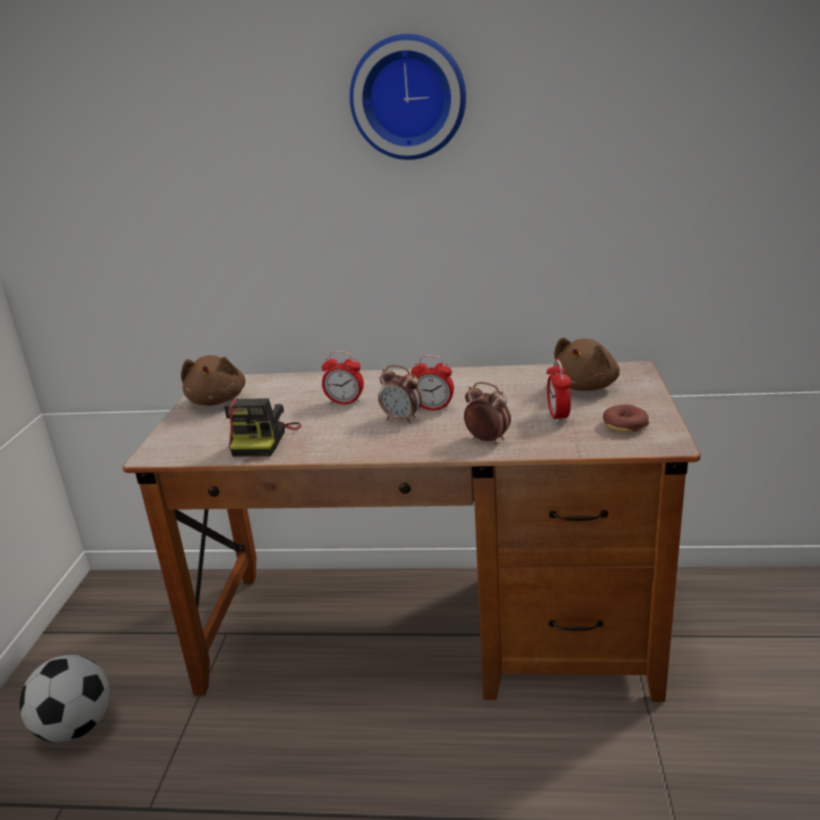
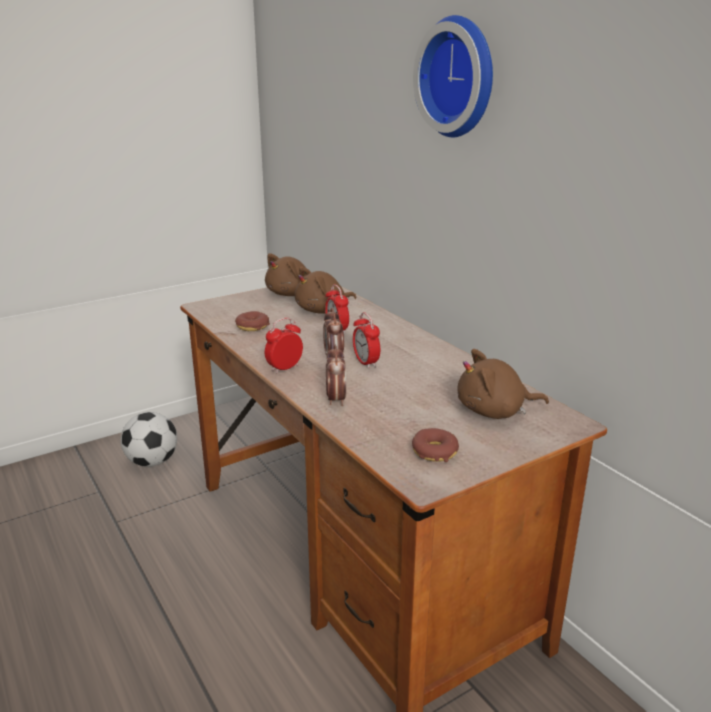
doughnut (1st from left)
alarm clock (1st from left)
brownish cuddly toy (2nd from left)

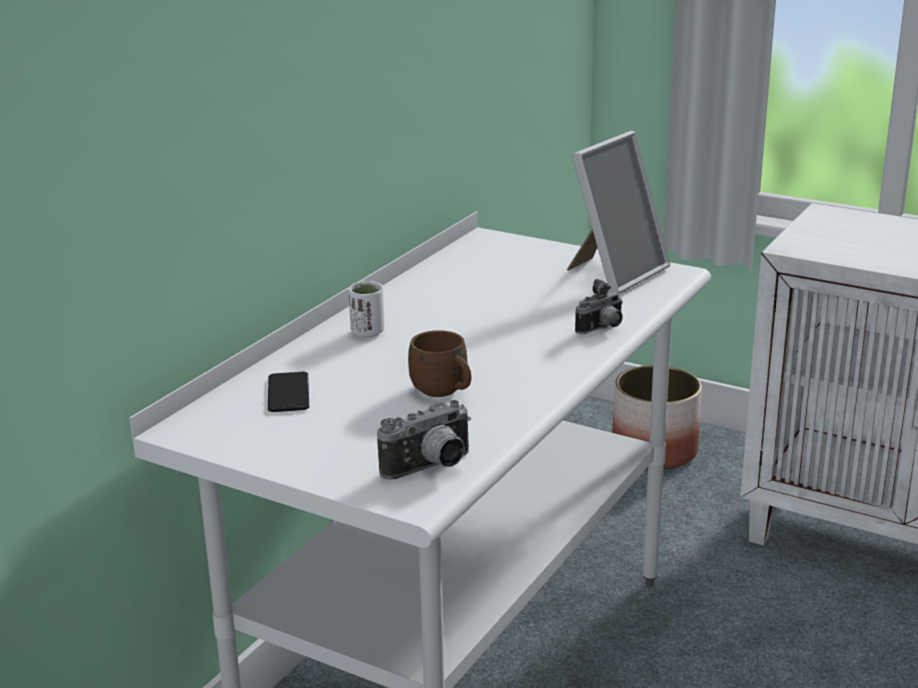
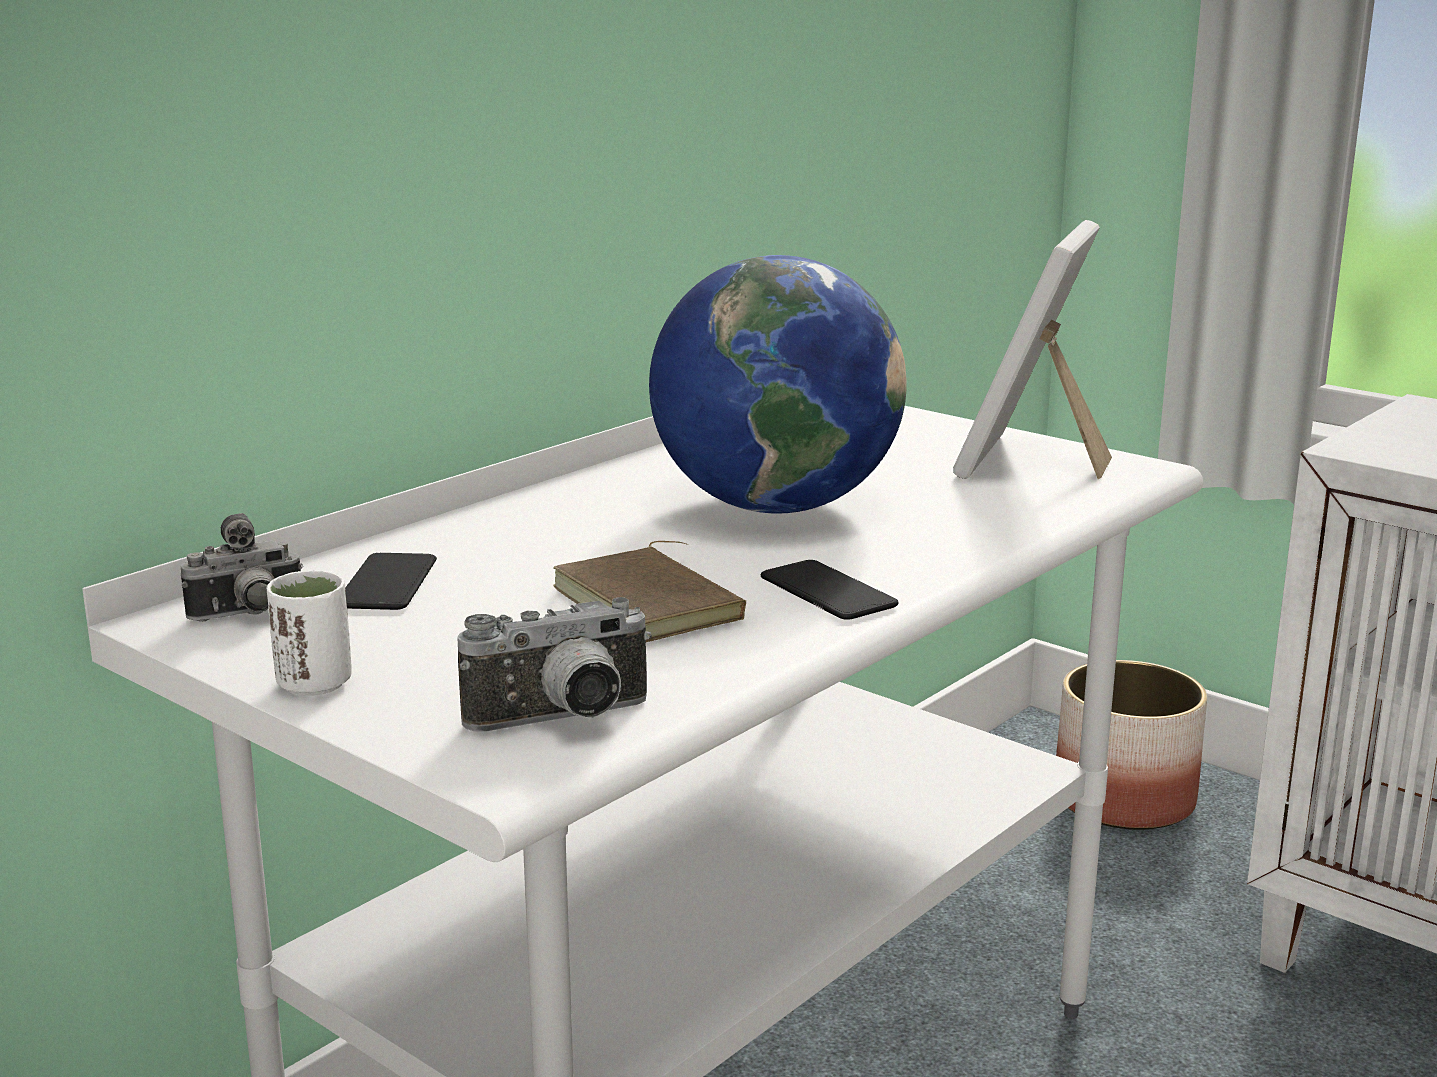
still camera (1st from left)
whitish drinking cup
brownish bound book
desk globe
telephone (2nd from left)
standing frame

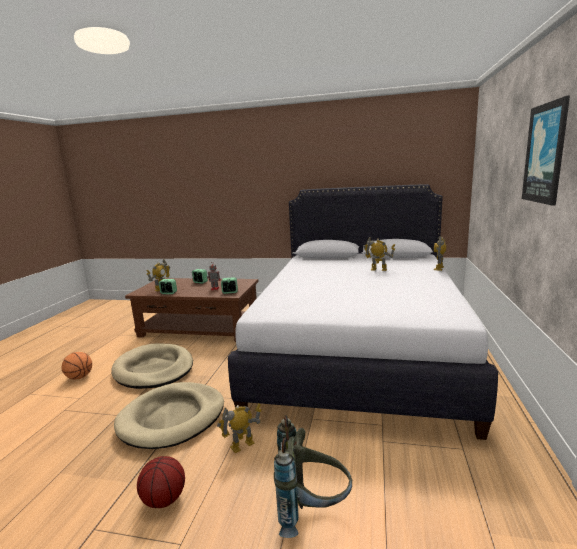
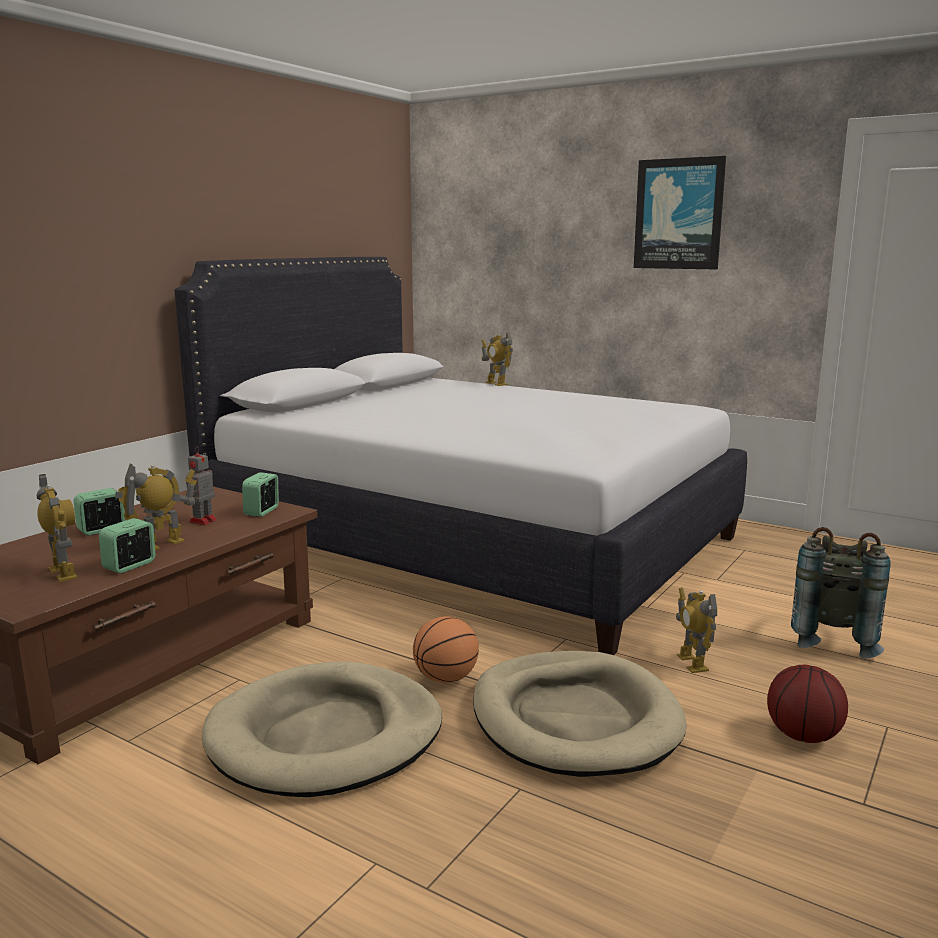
toy robot (2nd from left)
basketball (1st from left)

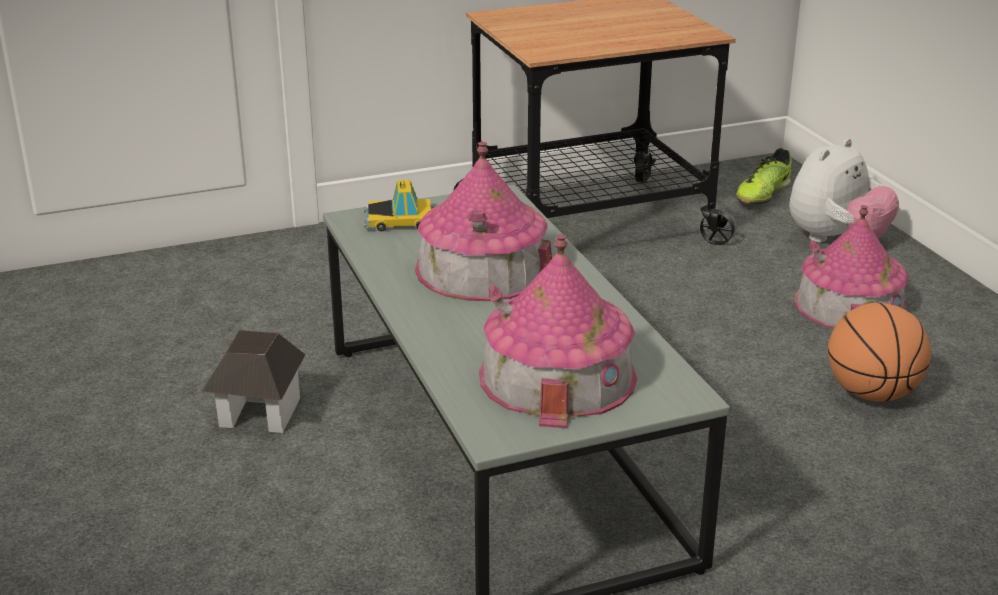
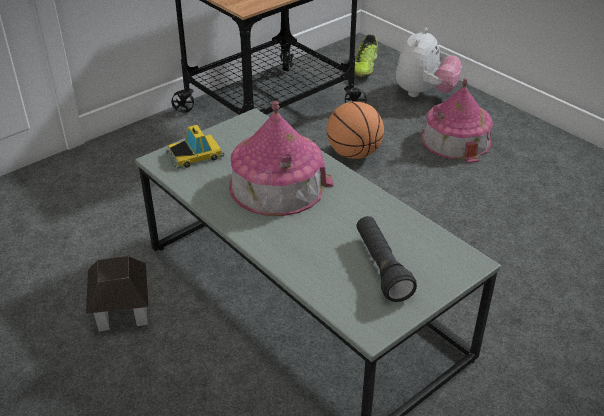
basketball
blackish hand torch

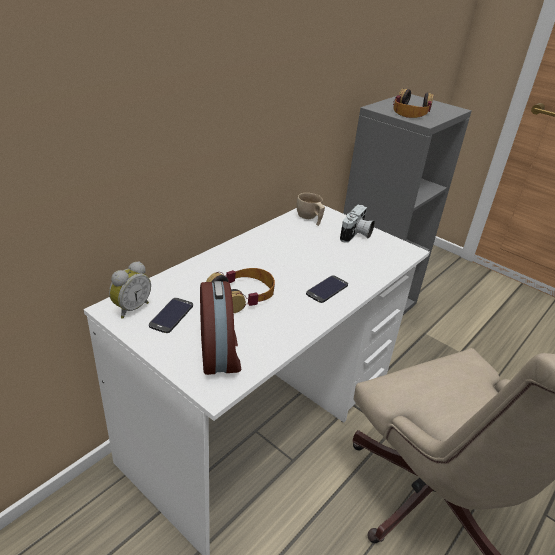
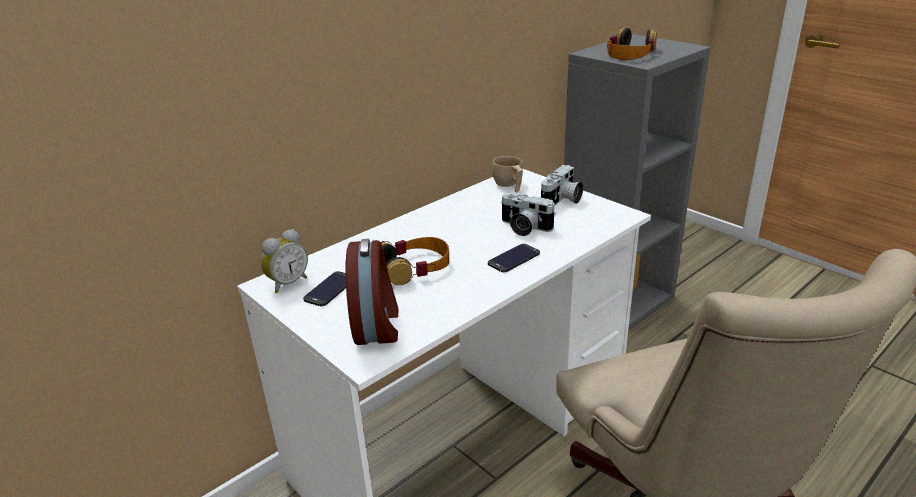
still camera (1st from left)

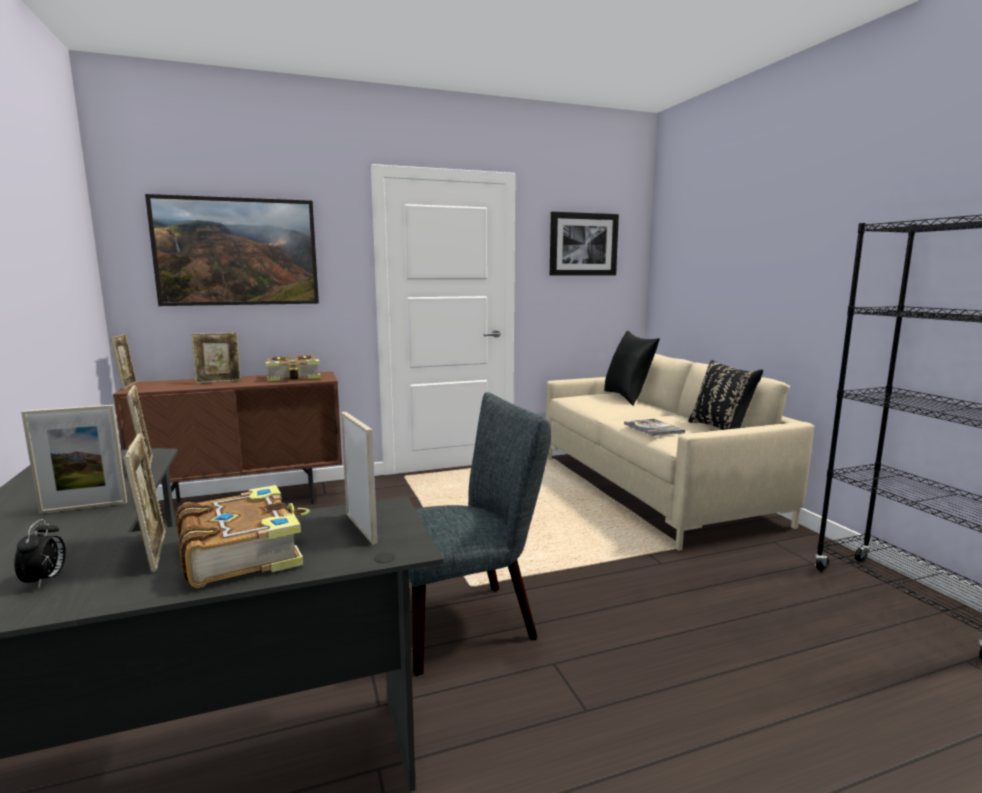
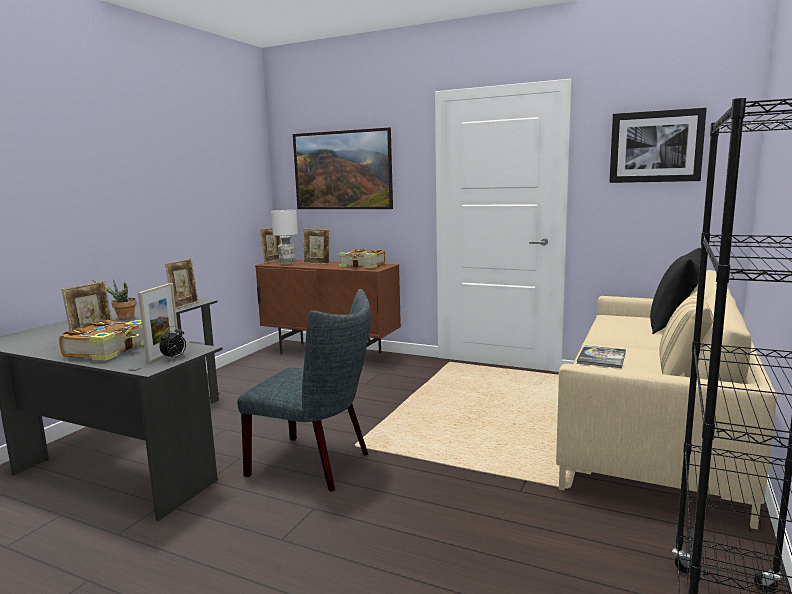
plant in a pot
alarm clock
whitish table lamp
beige-coloured cushion

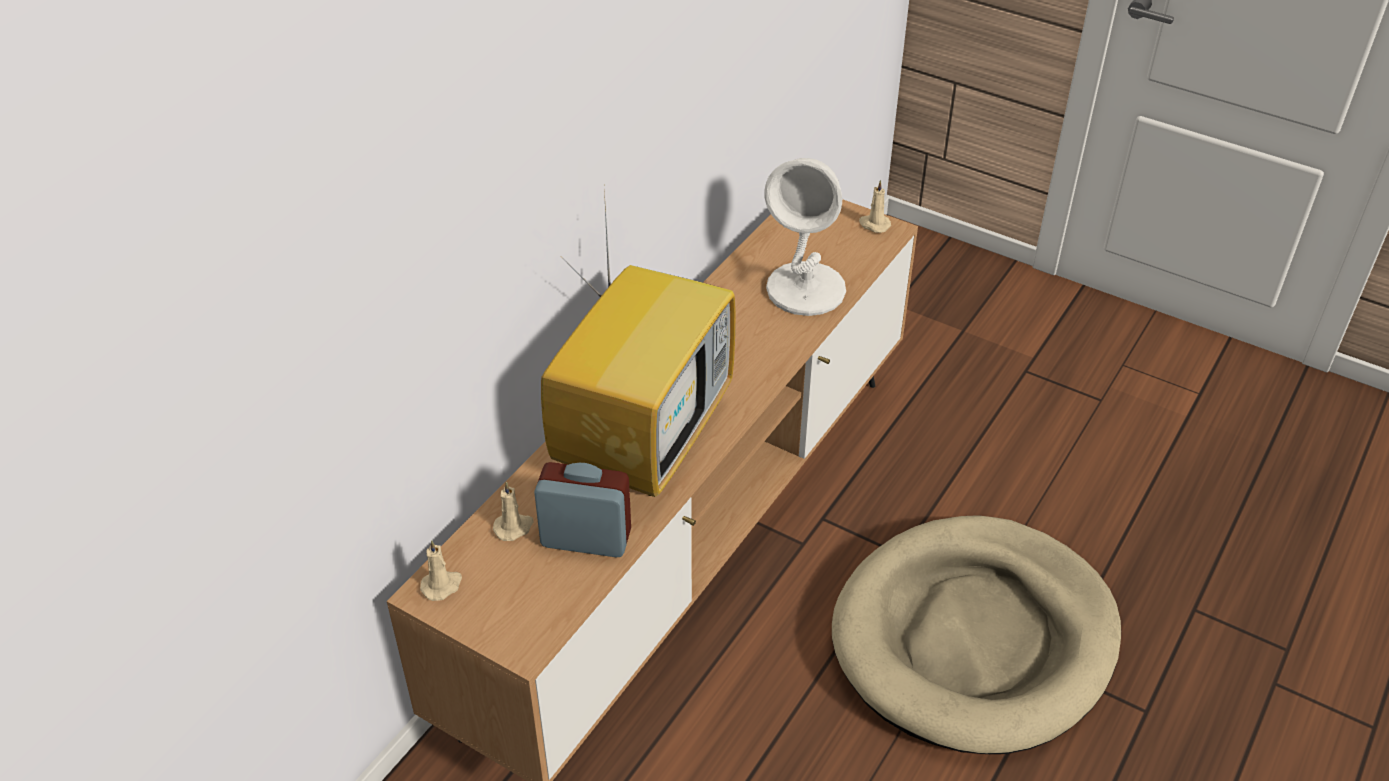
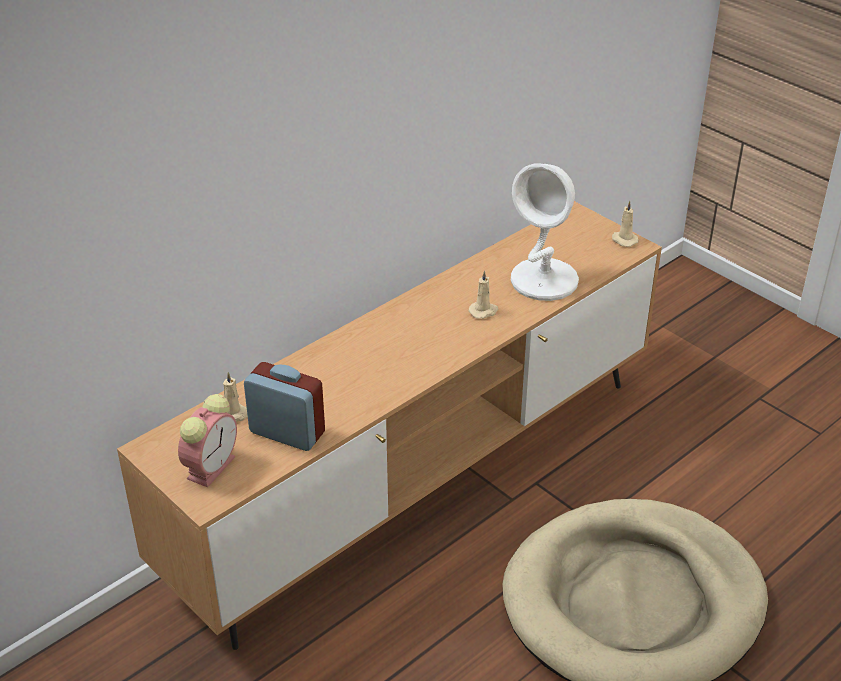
alarm clock (1st from left)
beige-coloured candle (2nd from left)
TV set

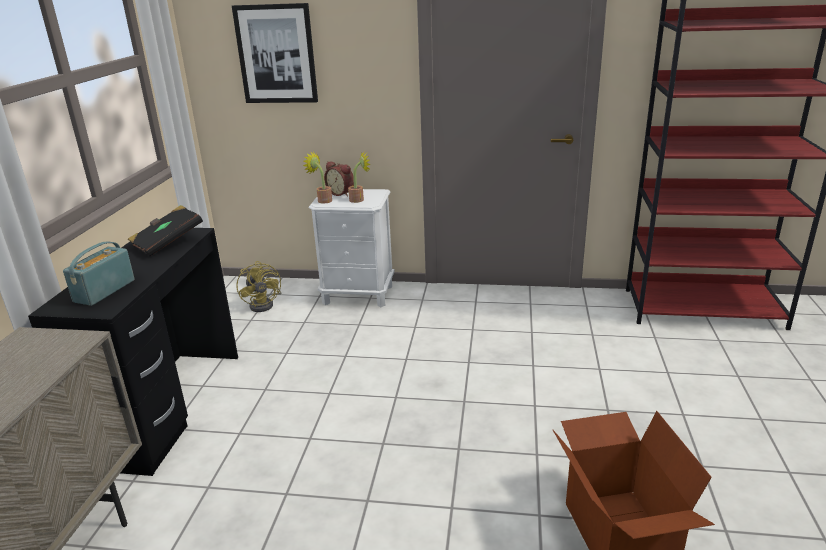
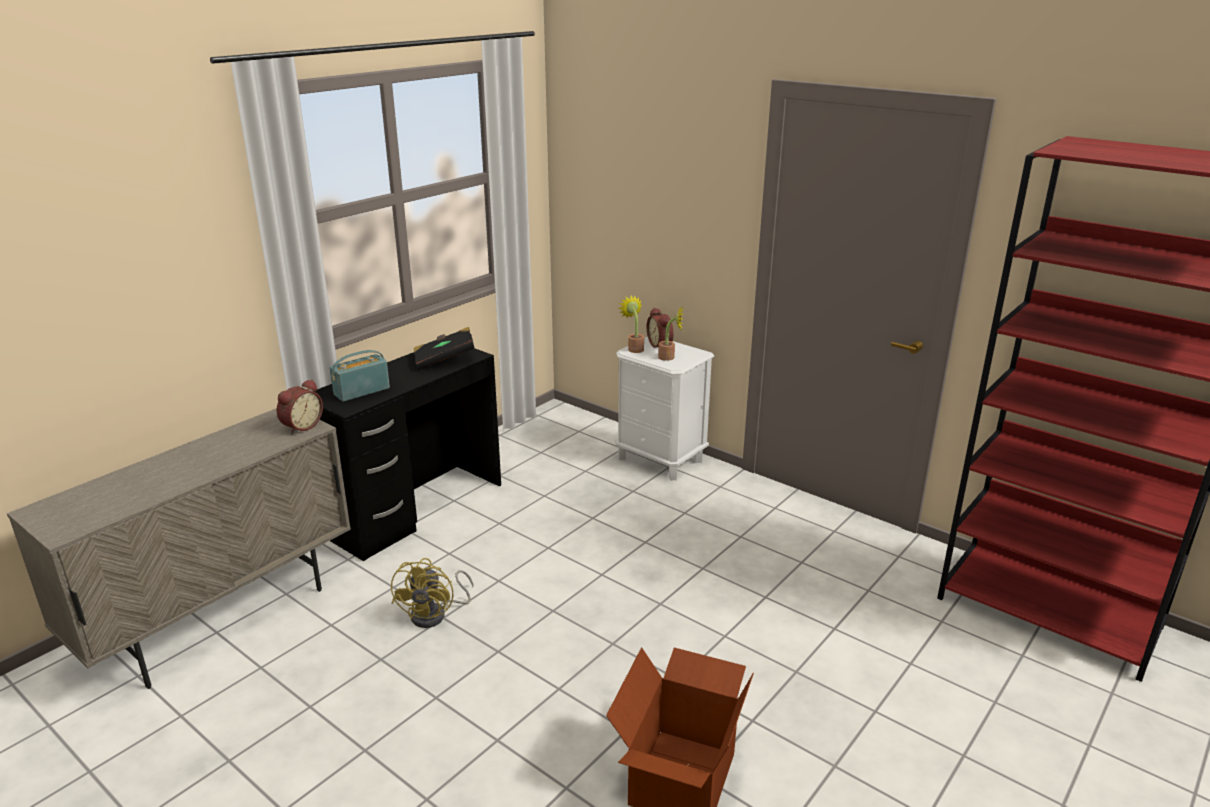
alarm clock (1st from left)
yellow-coloured electric fan
wall picture

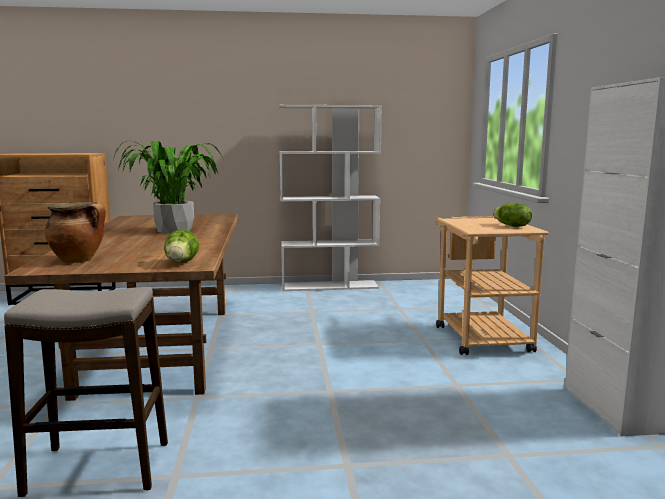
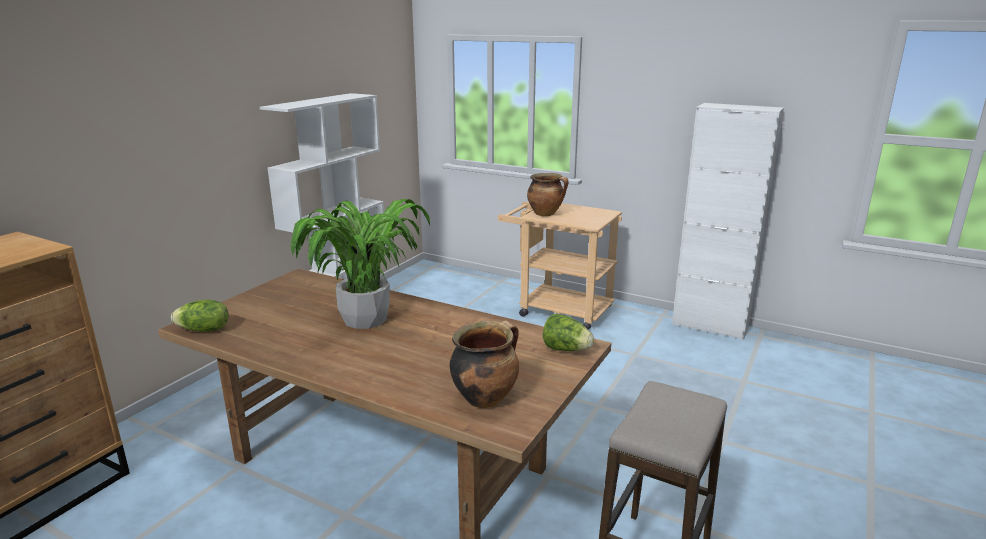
lettuce head (1st from left)
cooking pot (2nd from left)

